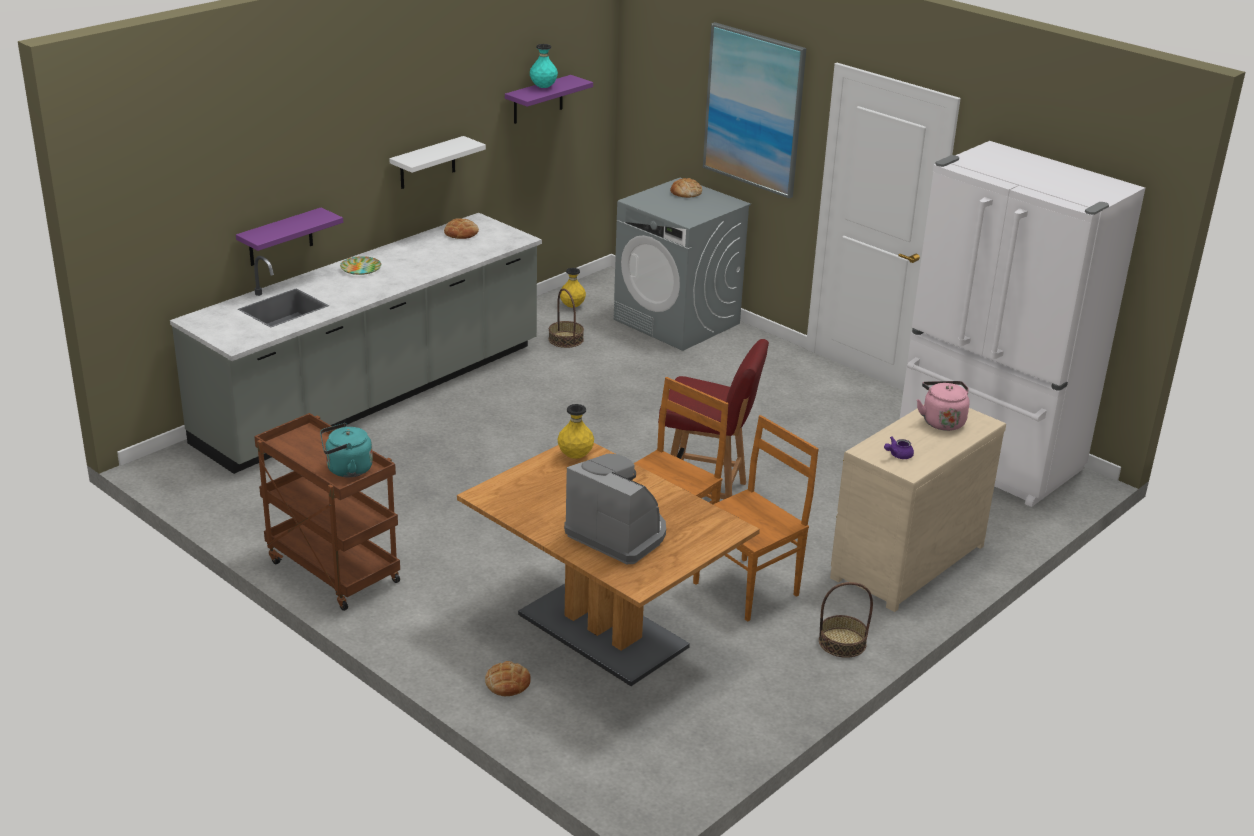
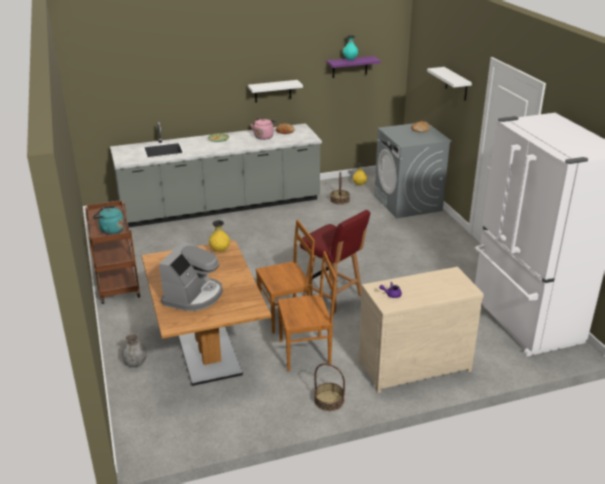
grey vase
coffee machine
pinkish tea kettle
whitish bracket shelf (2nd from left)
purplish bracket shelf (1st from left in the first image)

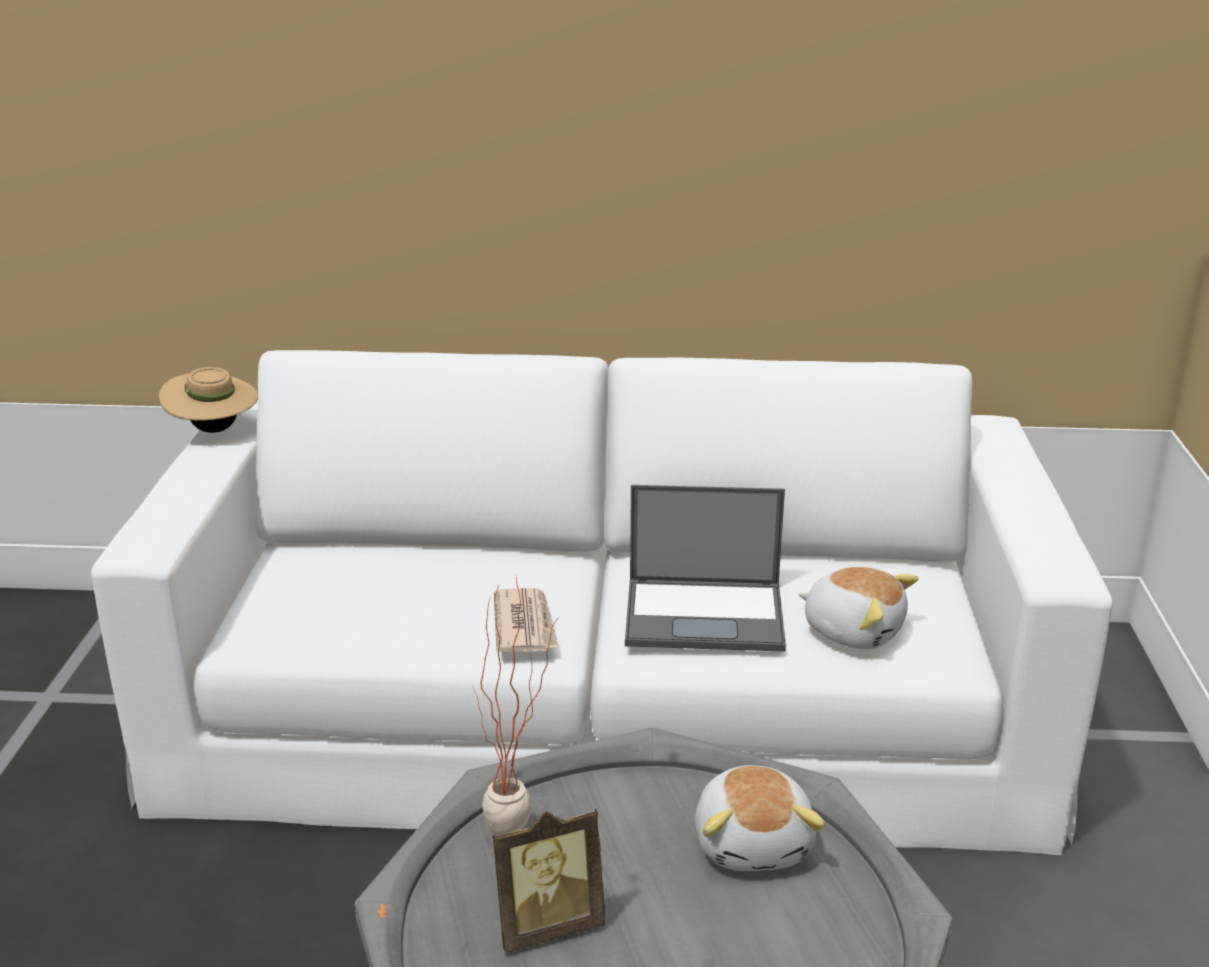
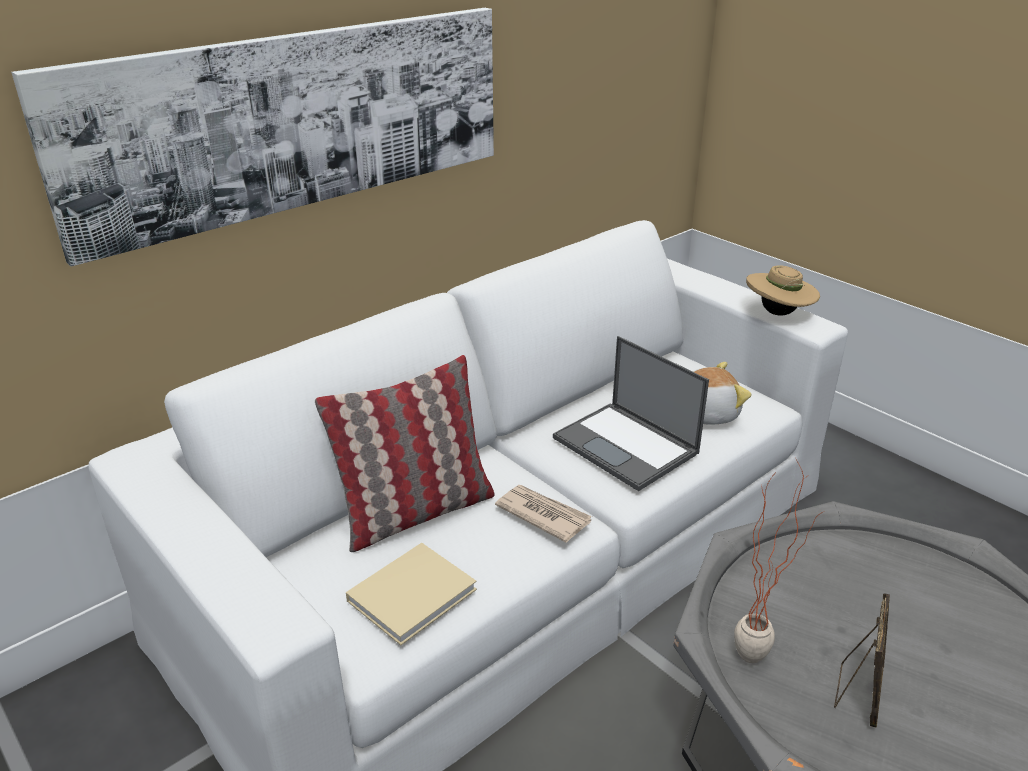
wall picture
cushion
beige-coloured bound book
notebook computer
beige-coloured wearable hat
cuddly toy (1st from left in the first image)

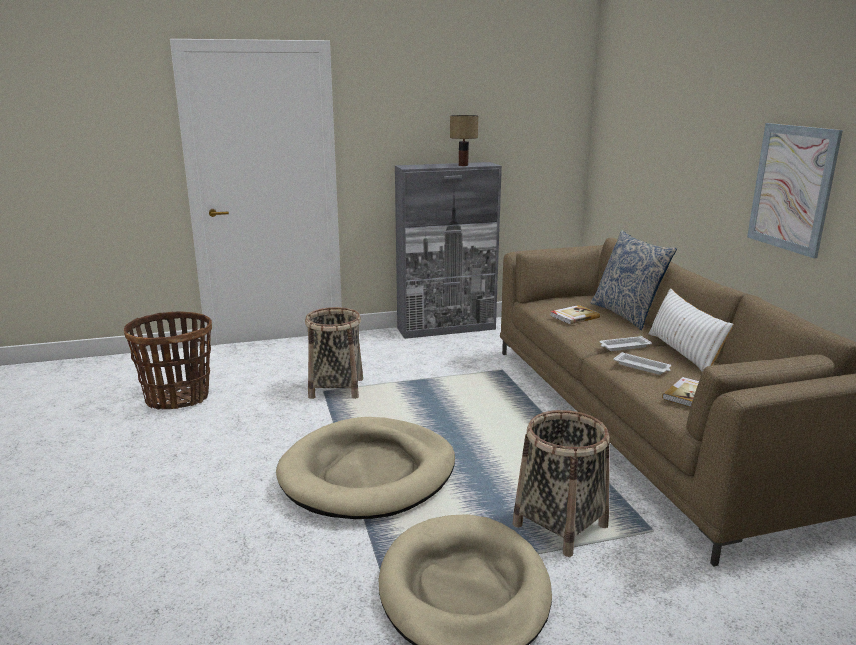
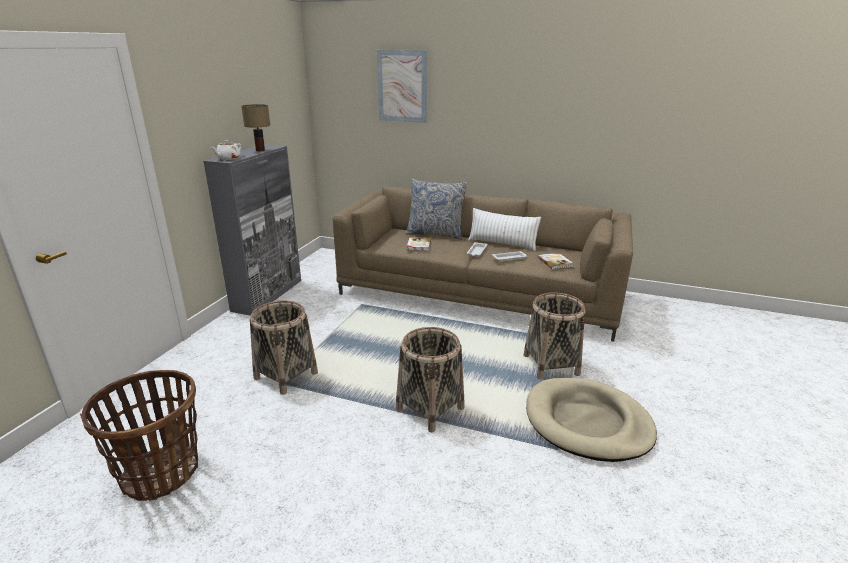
whitish tea pot
wall picture
household basket (3rd from left)

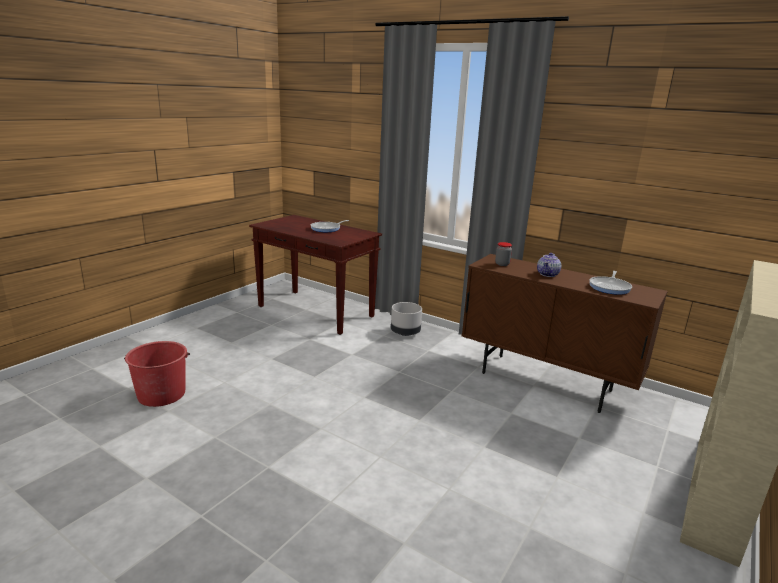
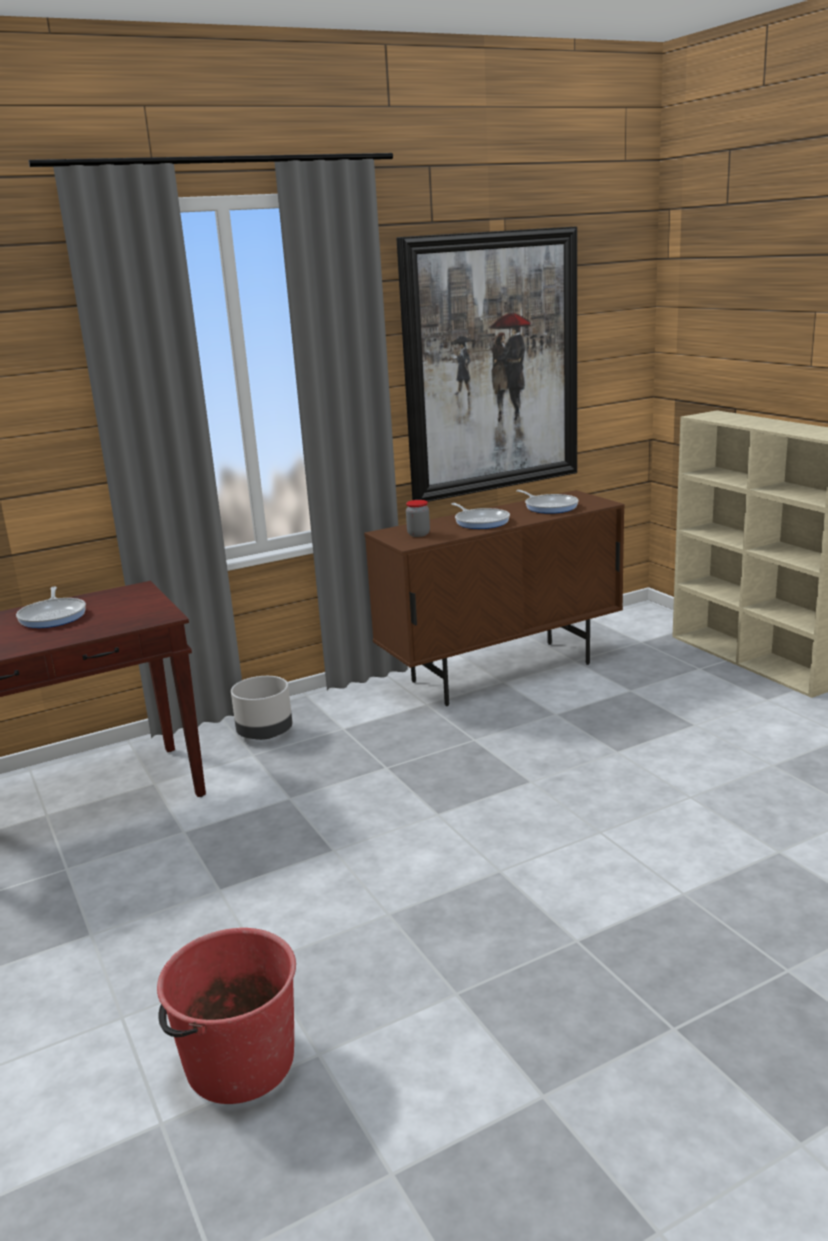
wall picture
skillet (2nd from left)

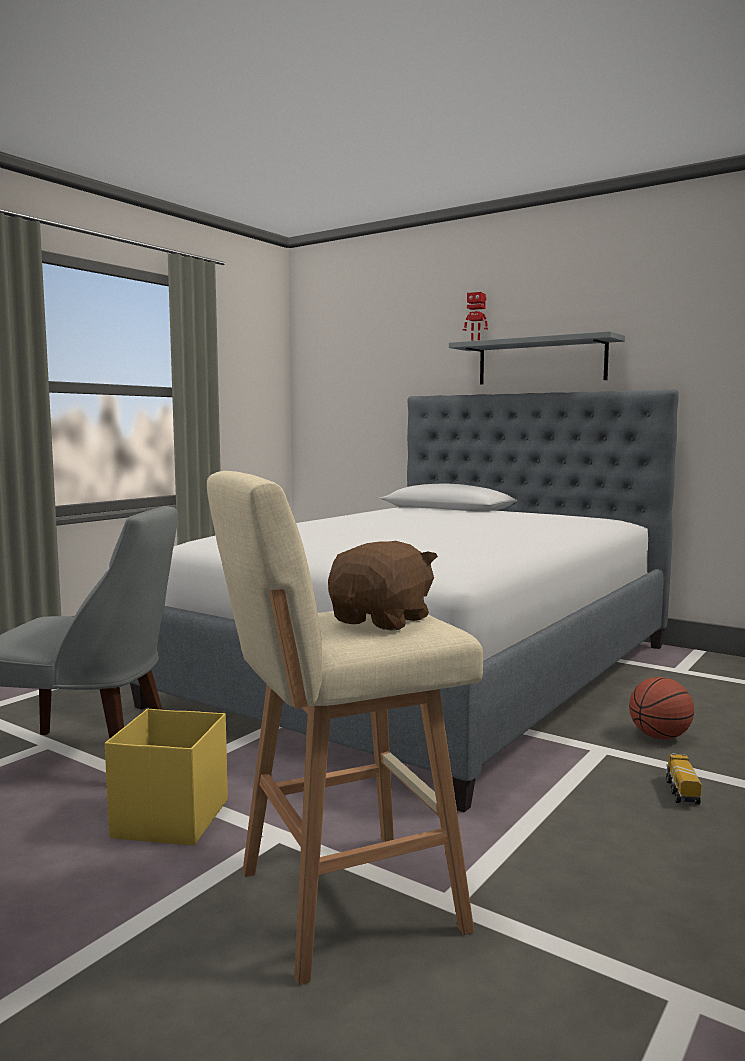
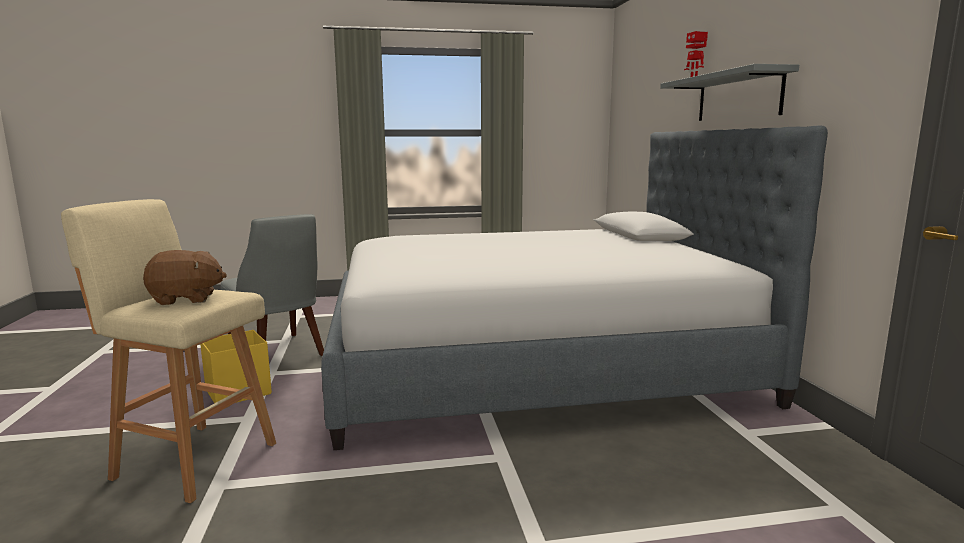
basketball
model truck

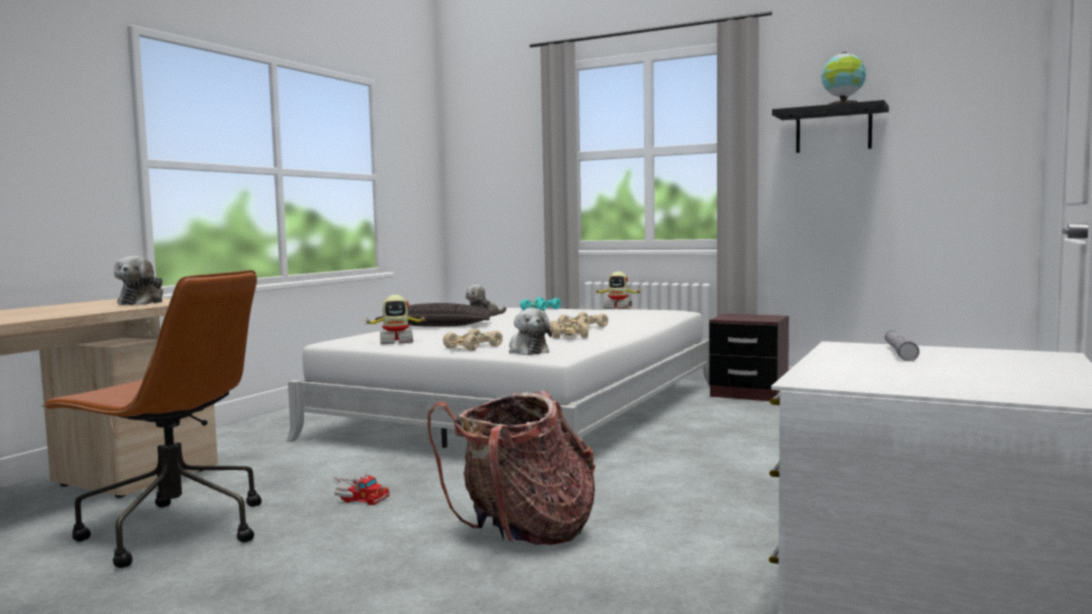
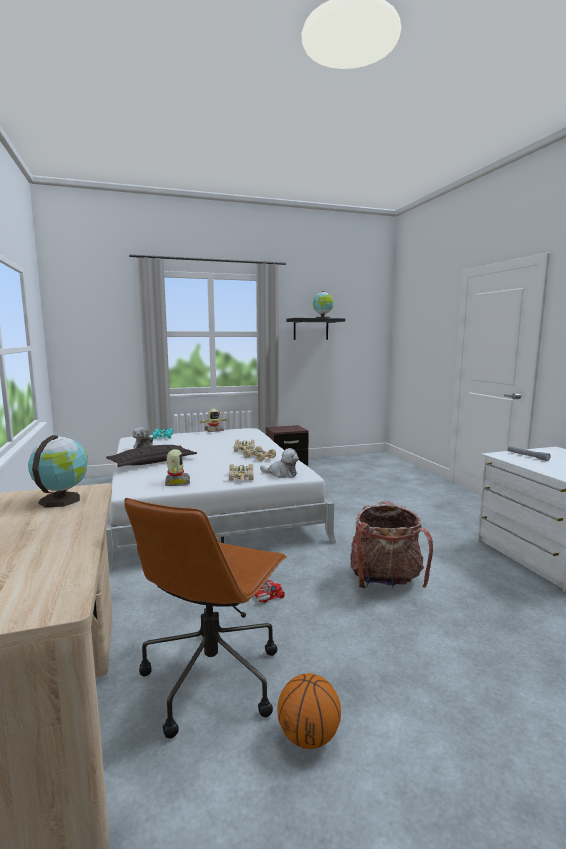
desk globe (1st from left)
brownish desk chair
toy robot (1st from left)
basketball

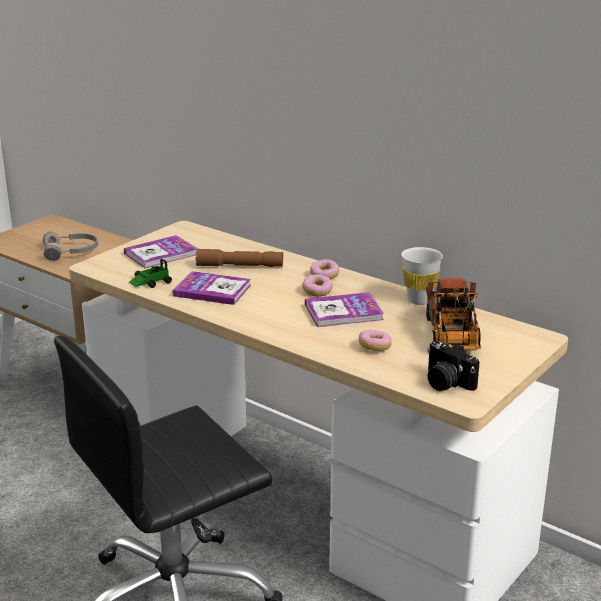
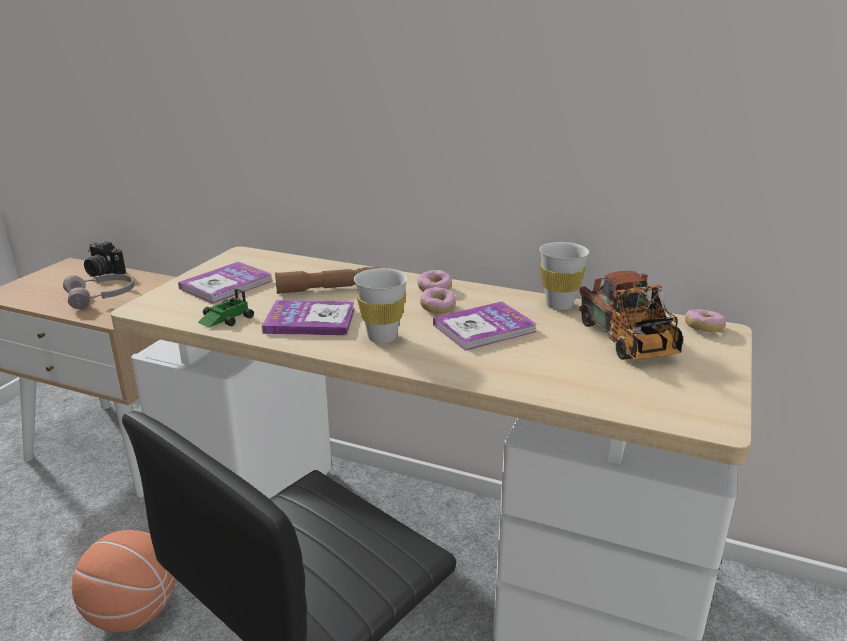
basketball
still camera
whitish drinking cup (1st from left)
doughnut (3rd from left)

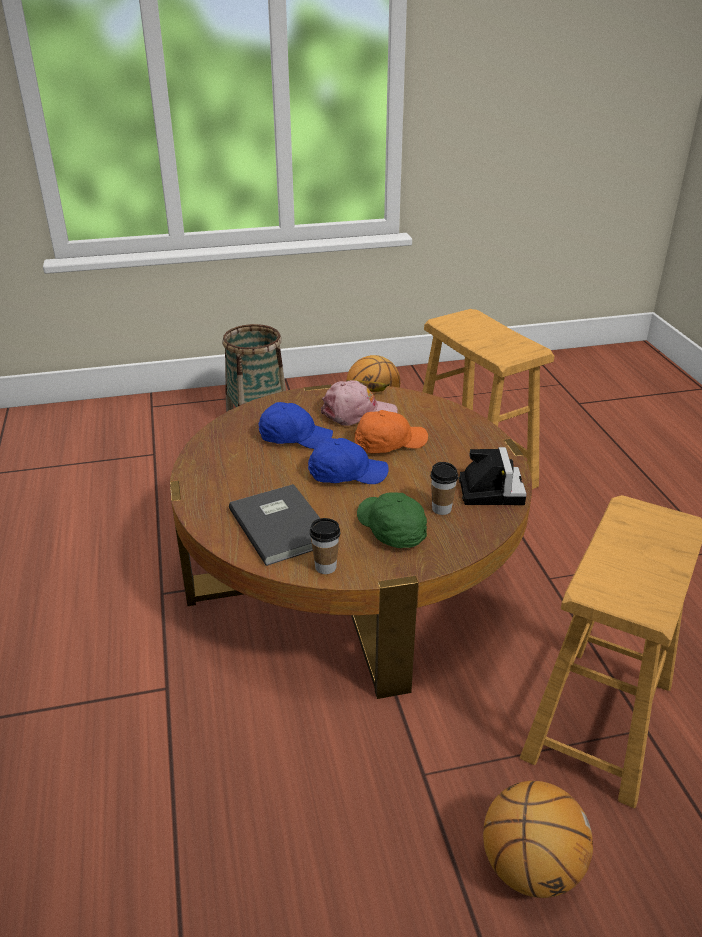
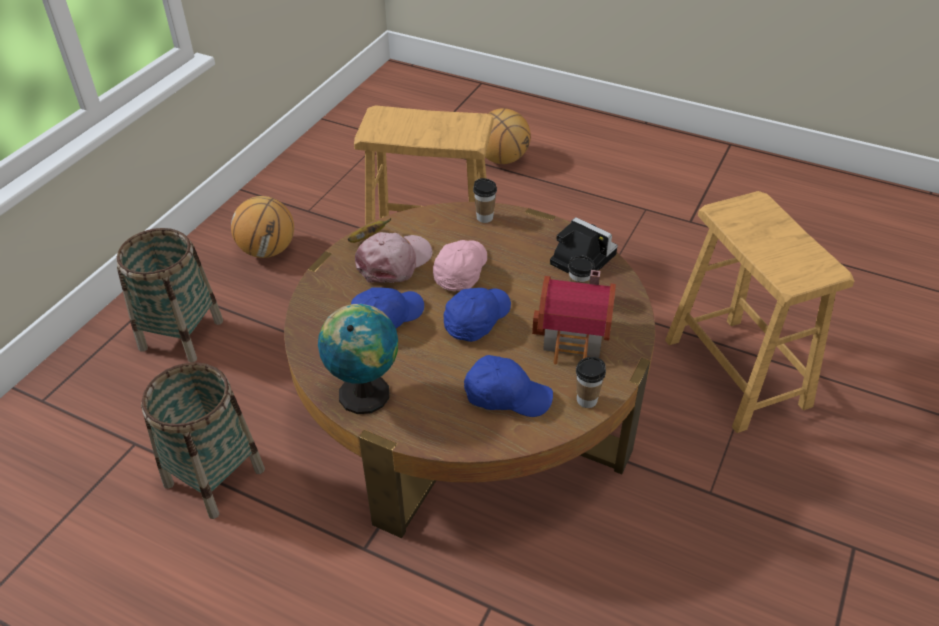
household basket (2nd from left)
desk globe
pinkish peaked cap (2nd from left)
blue-coloured peaked cap (3rd from left)
drinking cup (1st from left)
basketball (2nd from left)
toy house

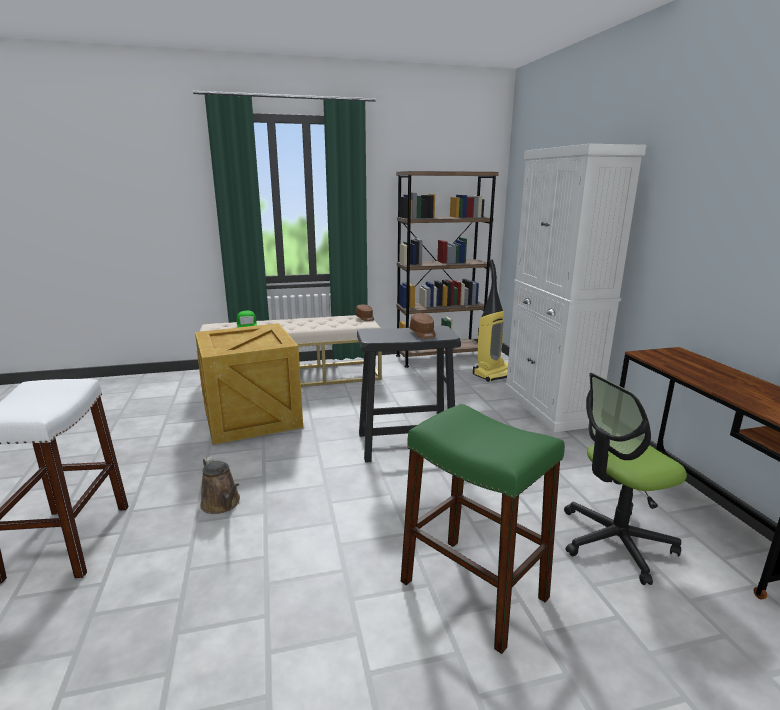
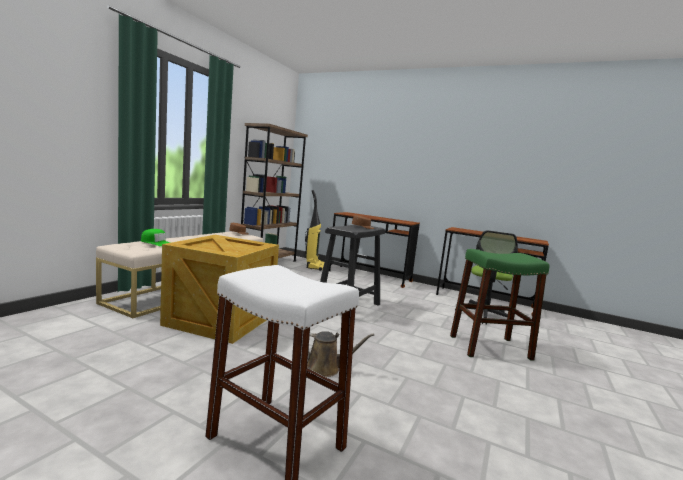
brownish desk (1st from left)

